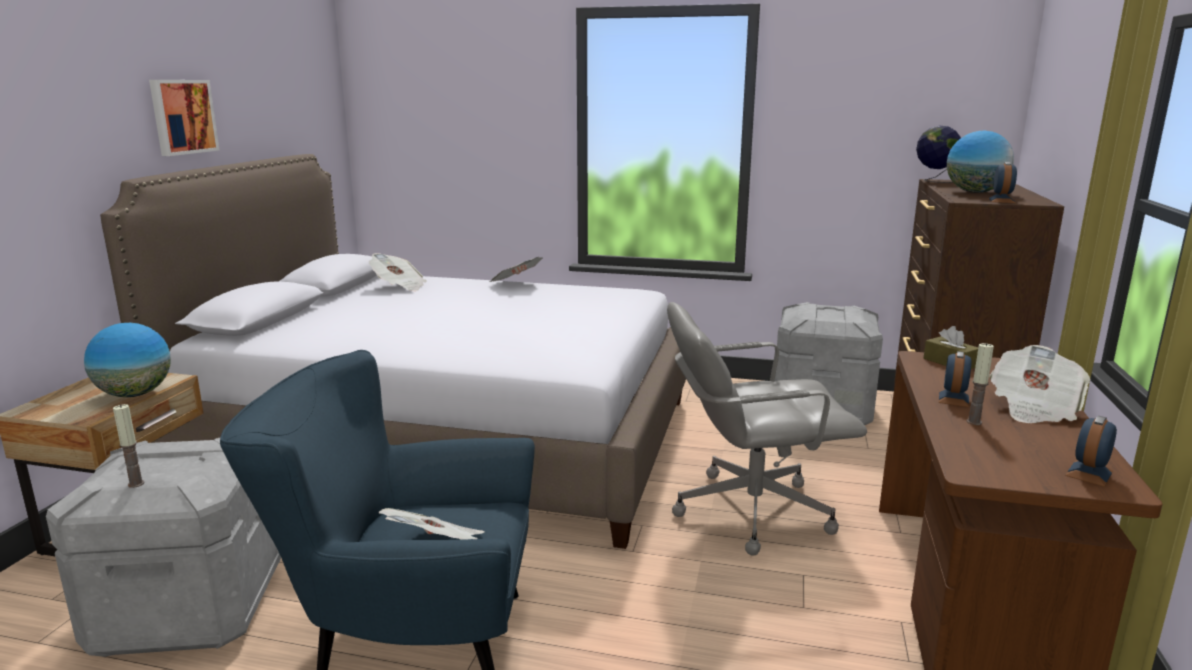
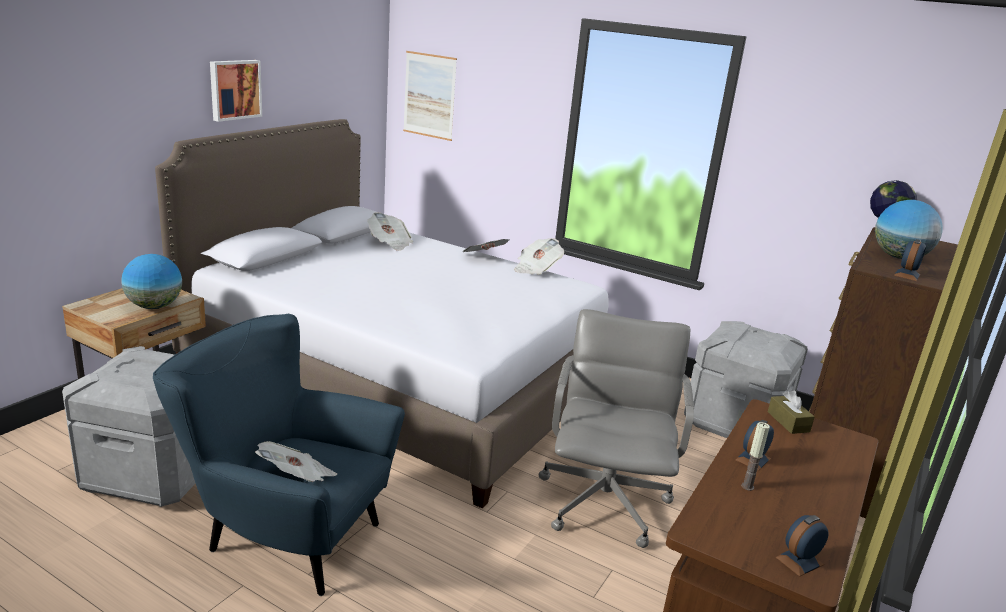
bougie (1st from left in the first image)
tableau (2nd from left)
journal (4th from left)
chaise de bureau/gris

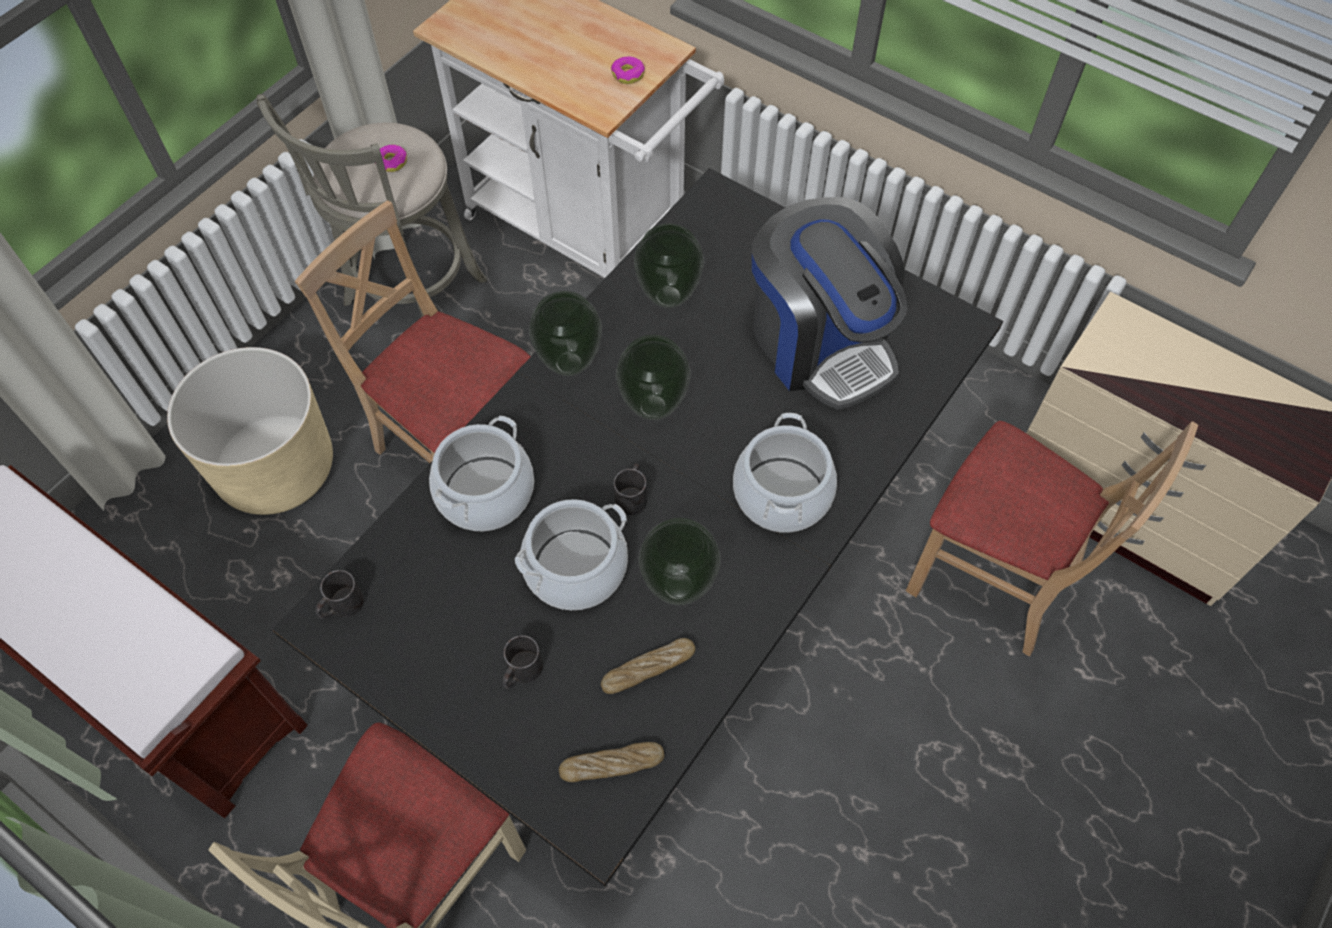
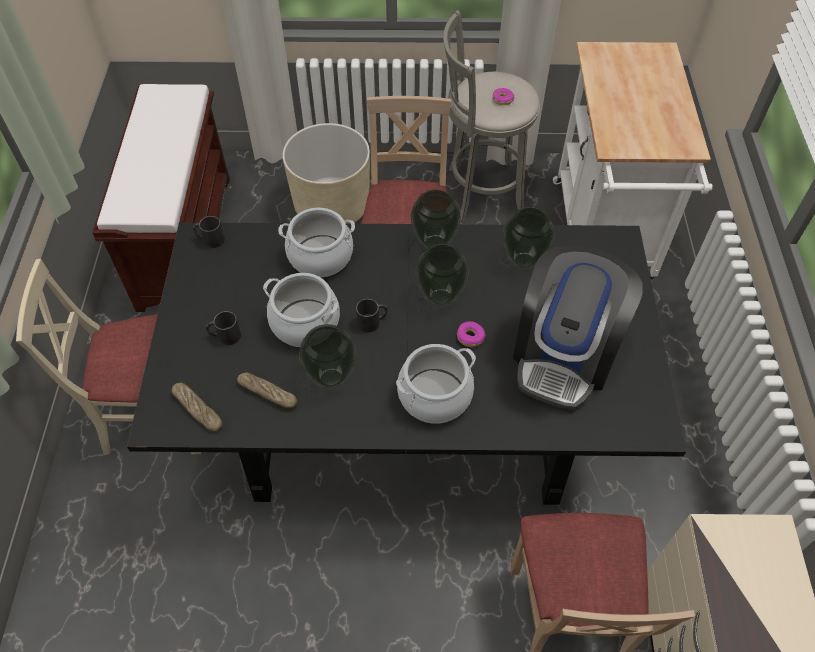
beignet (1st from left)

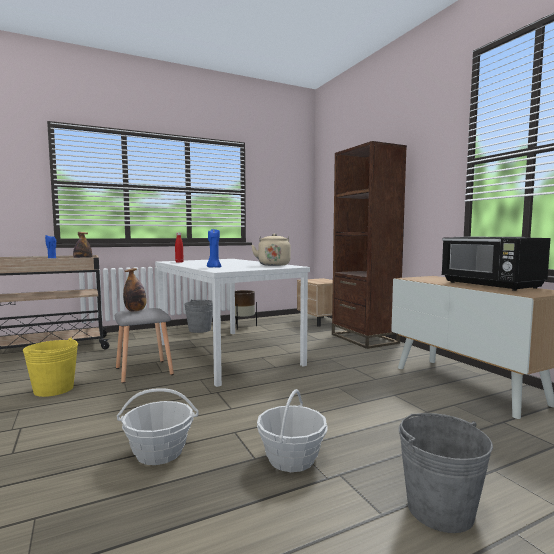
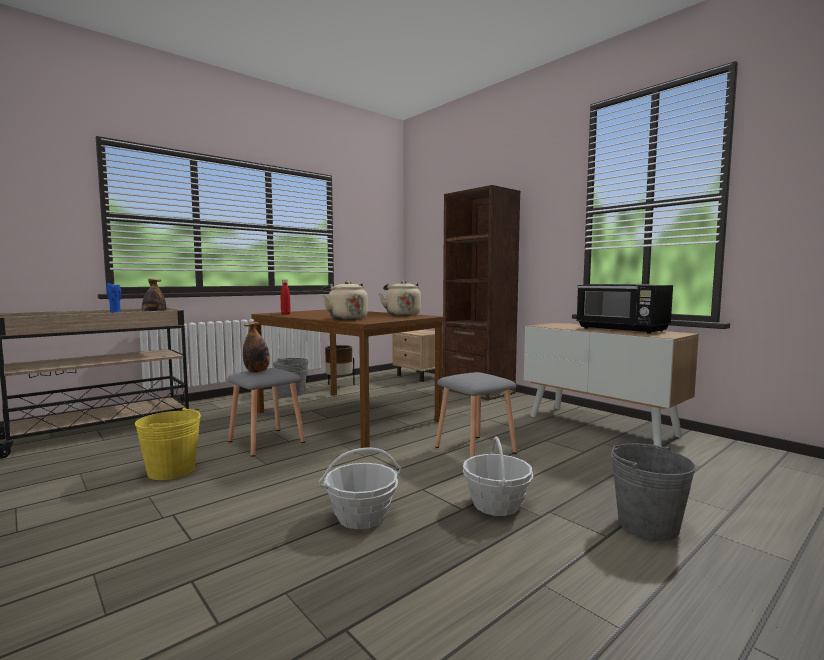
tabouret/gris (2nd from left)
bouilloire/beige (1st from left)
table à manger/marron

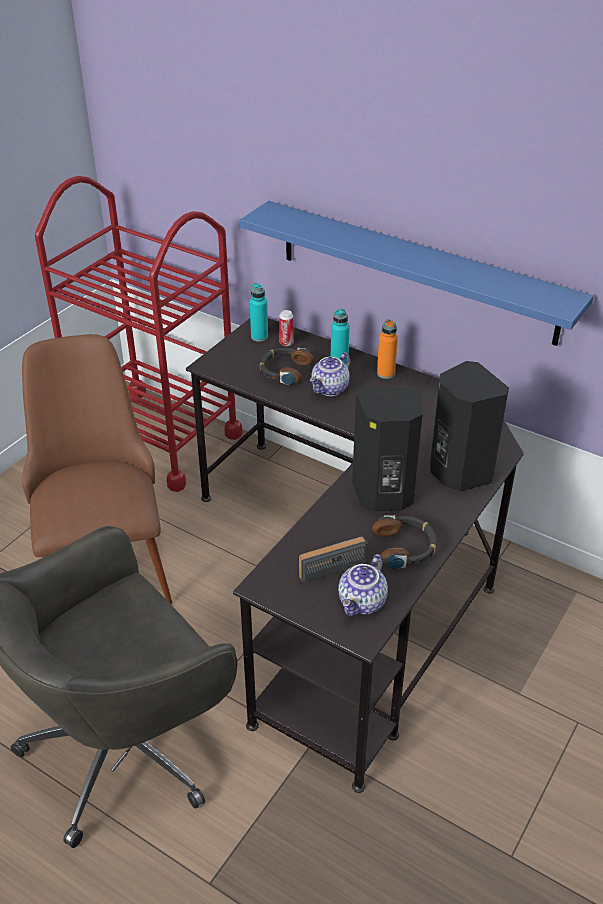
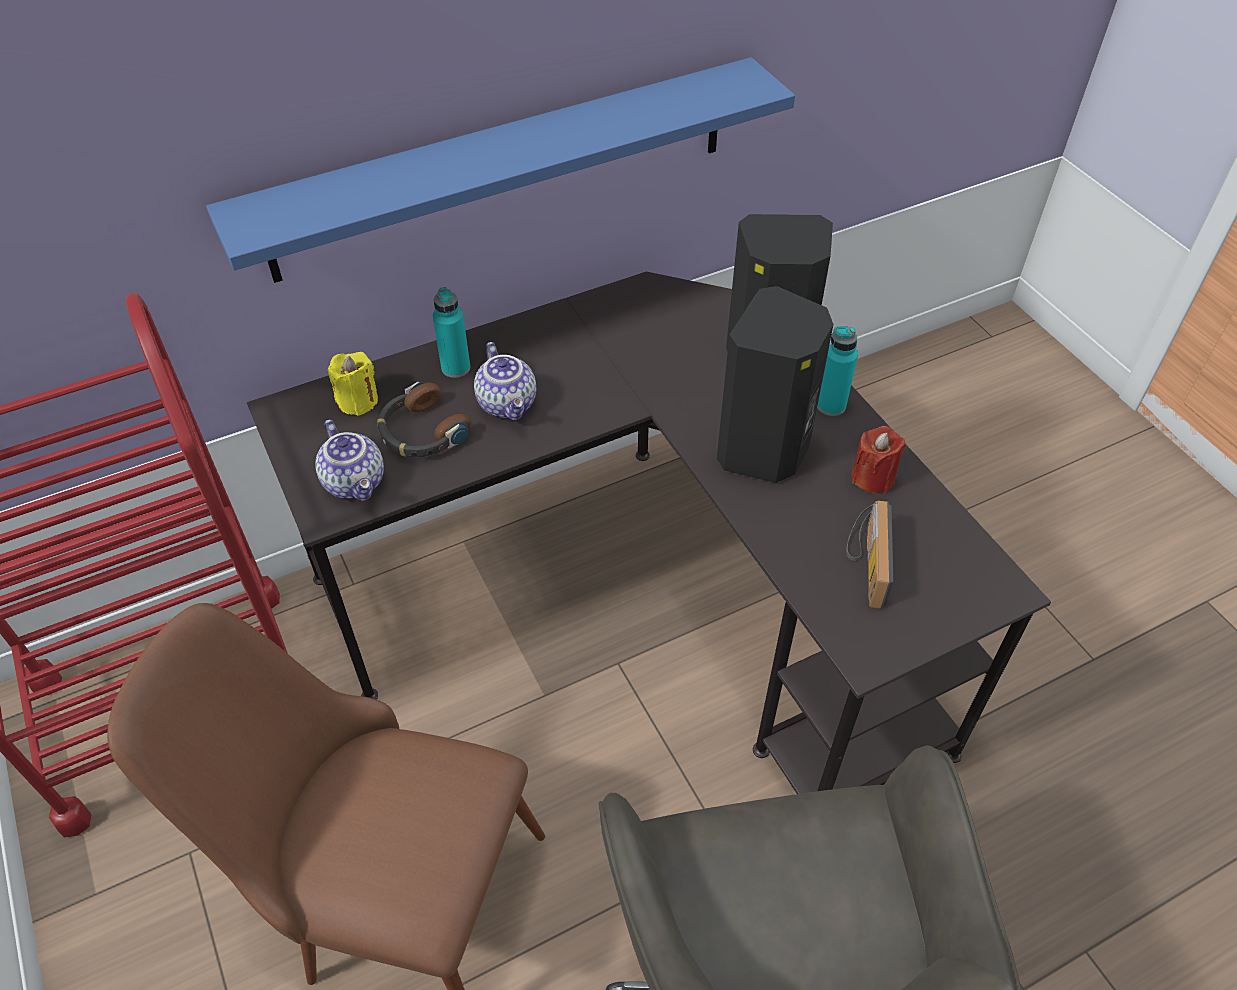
bouteille/orange
bouteille/turquoise (2nd from left)
théière (1st from left)
bougie/jaune
bougie/rouge

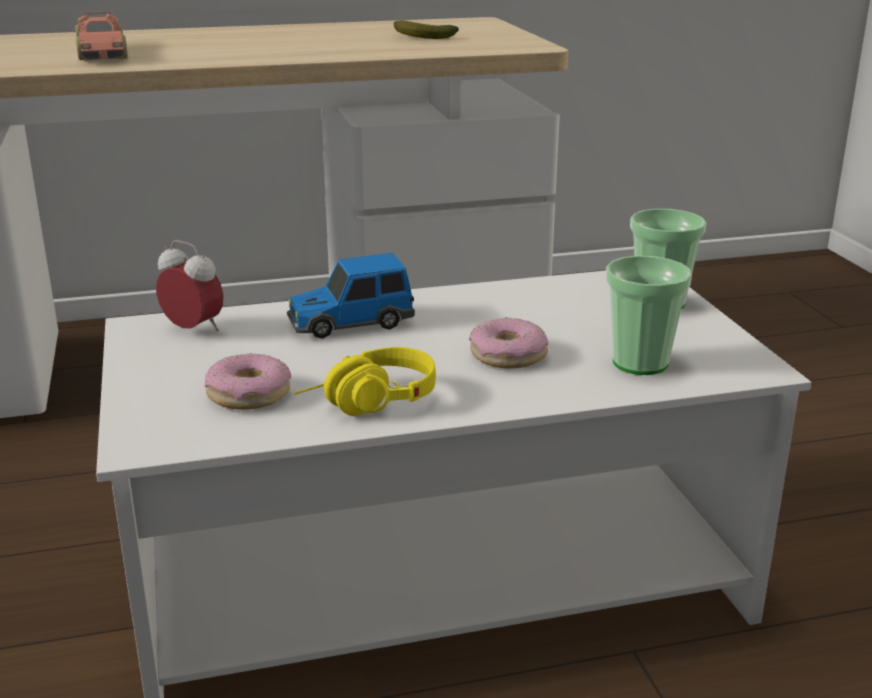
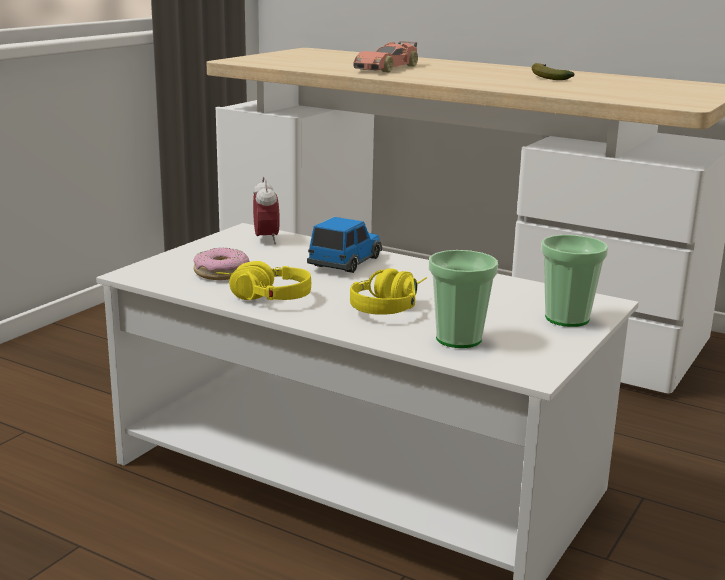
banane
casque audio/jaune (2nd from left)
petite voiture (1st from left)

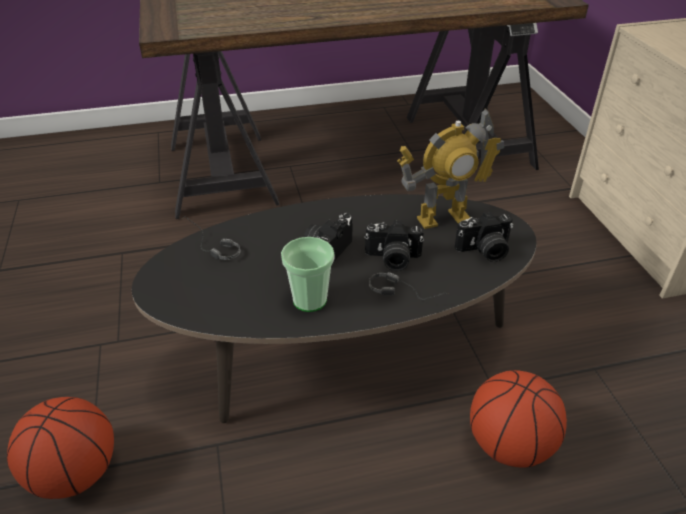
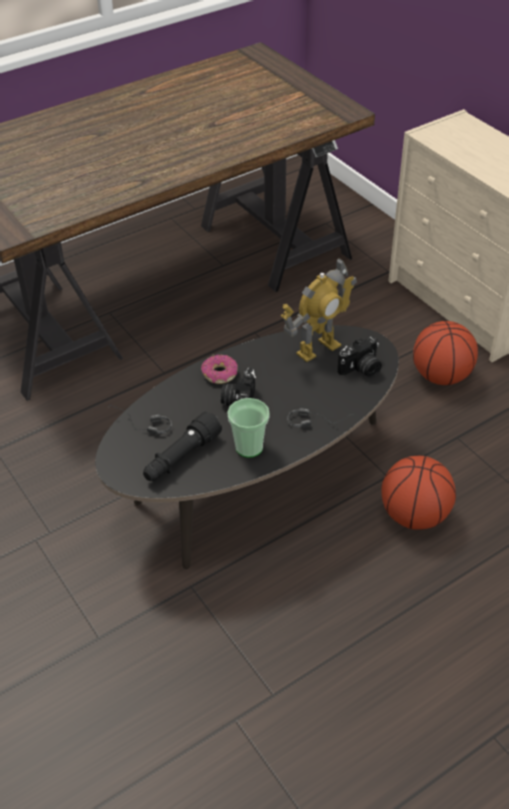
appareil photo (2nd from left in the first image)
lampe de poche/noir
beignet
ballon de basket (2nd from left)

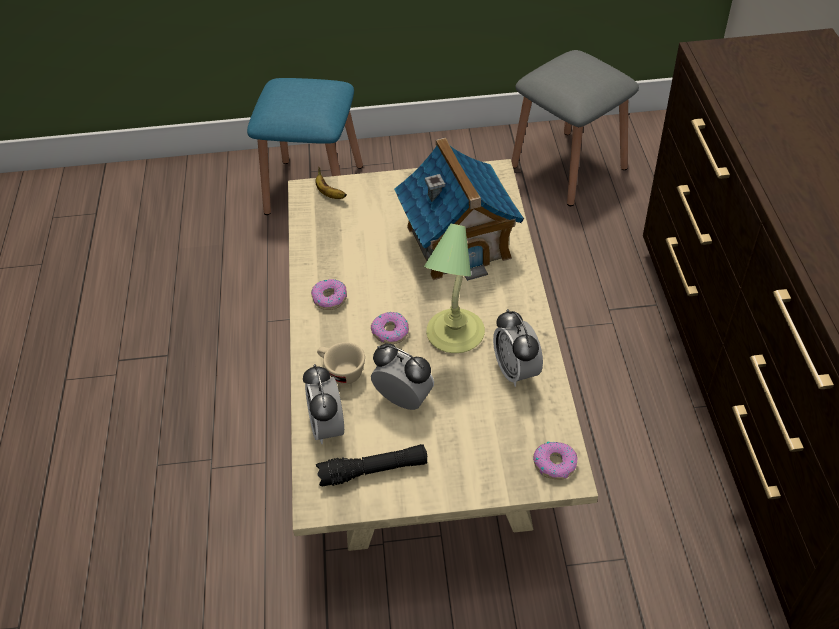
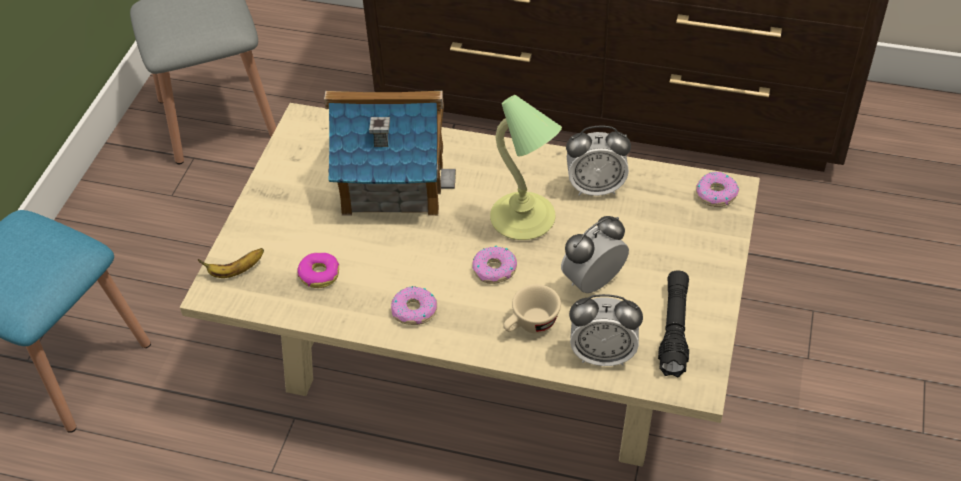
beignet (1st from left)

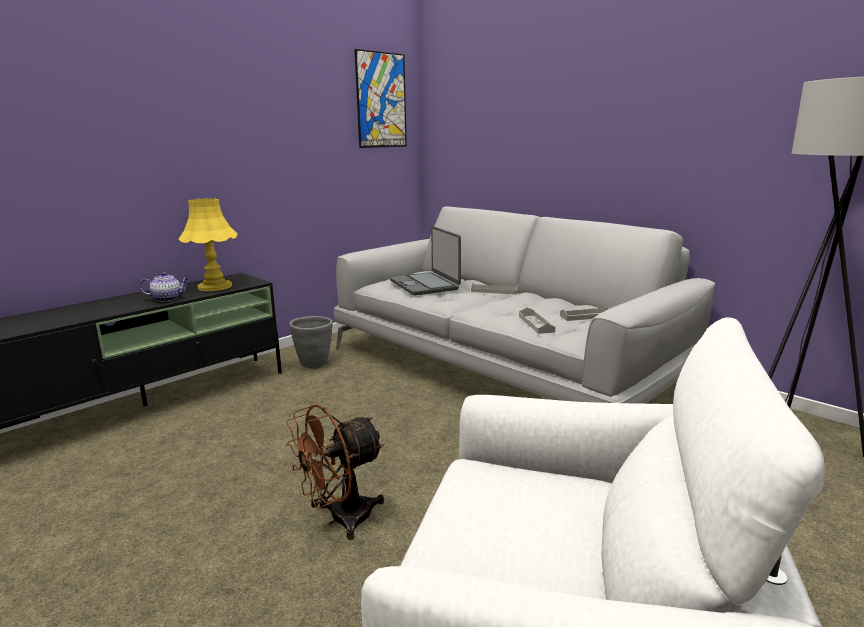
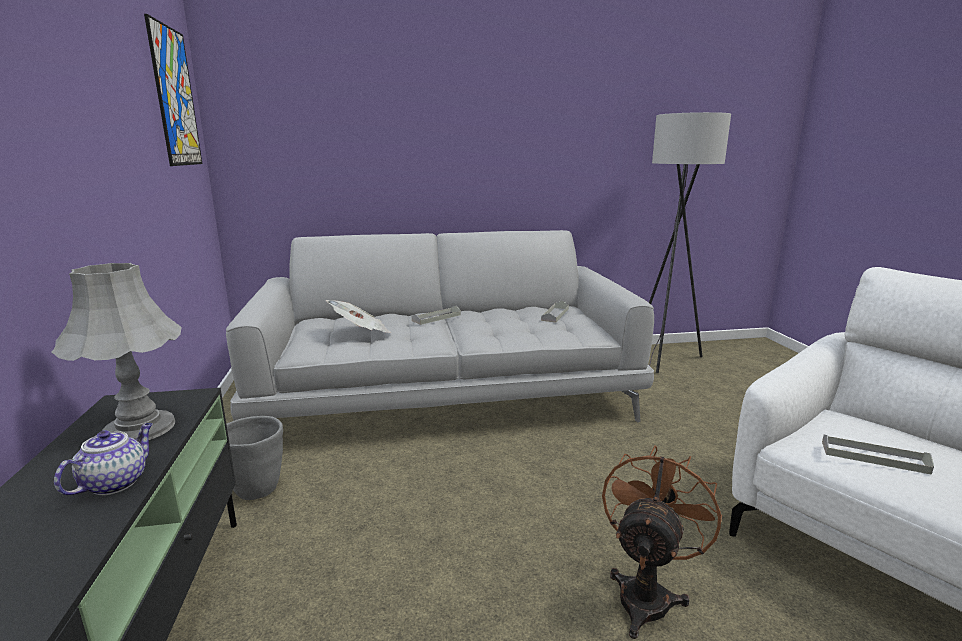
plateau/gris (3rd from left)
journal
lampe de table/gris
ventilateur/marron

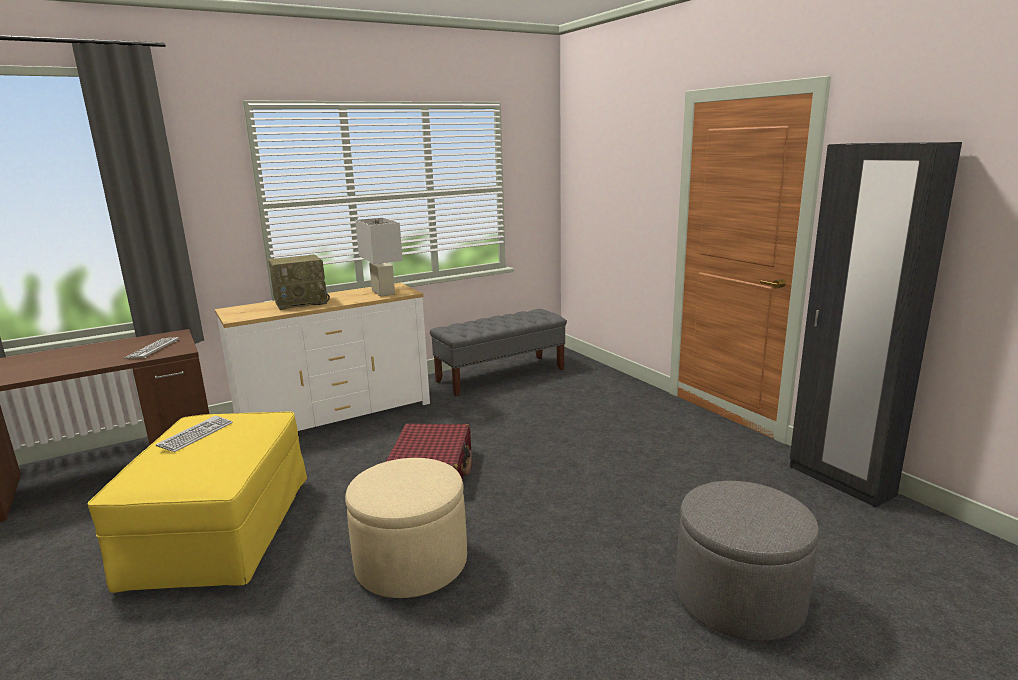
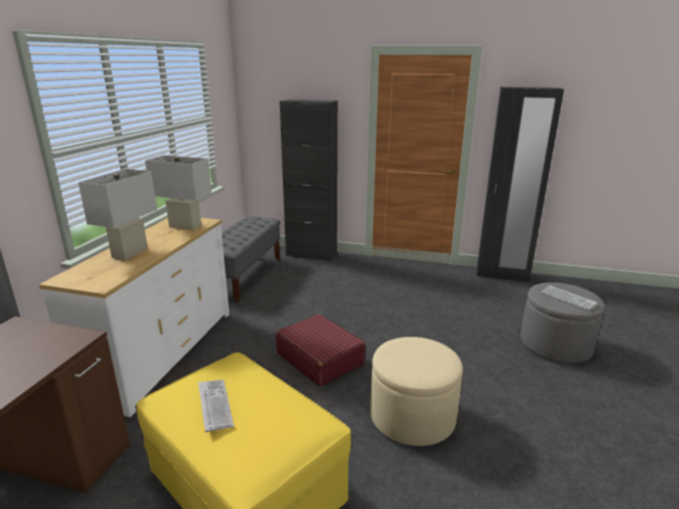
meuble de rangement/noir
clavier (2nd from left)
lampe de table/blanc (1st from left)

